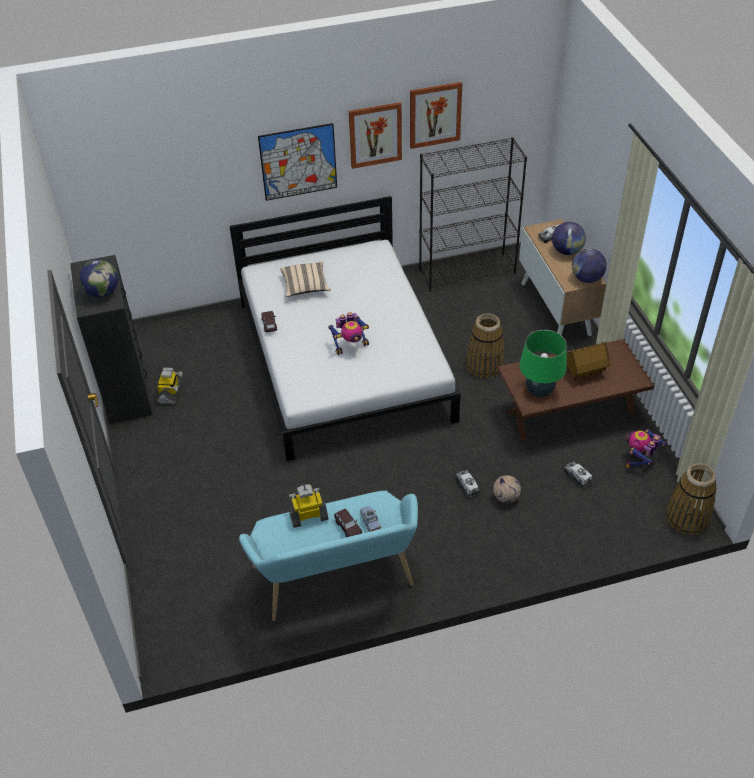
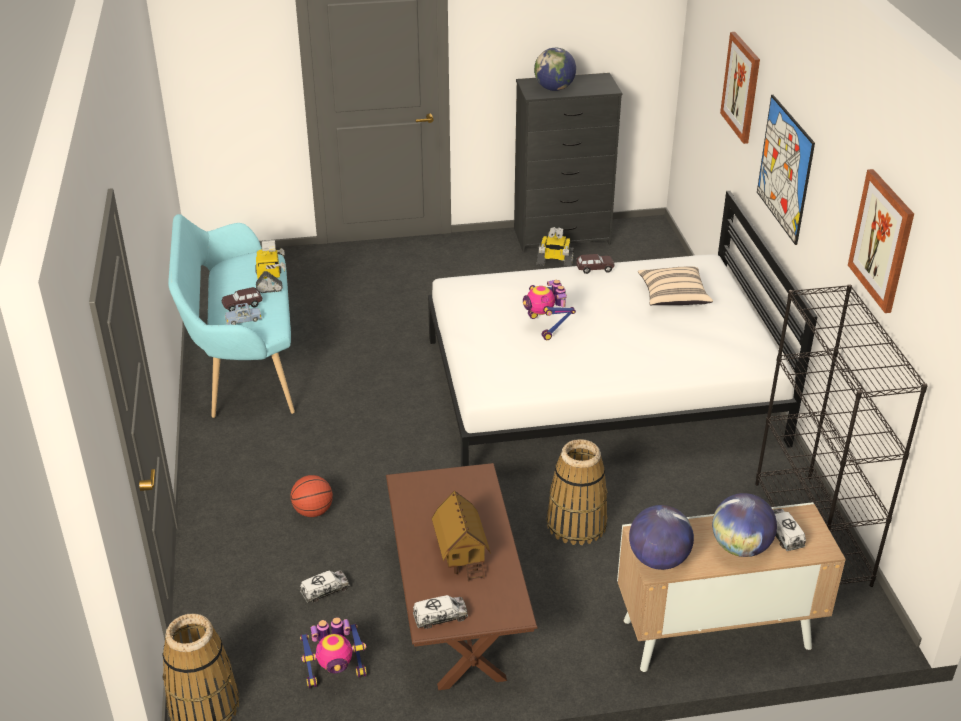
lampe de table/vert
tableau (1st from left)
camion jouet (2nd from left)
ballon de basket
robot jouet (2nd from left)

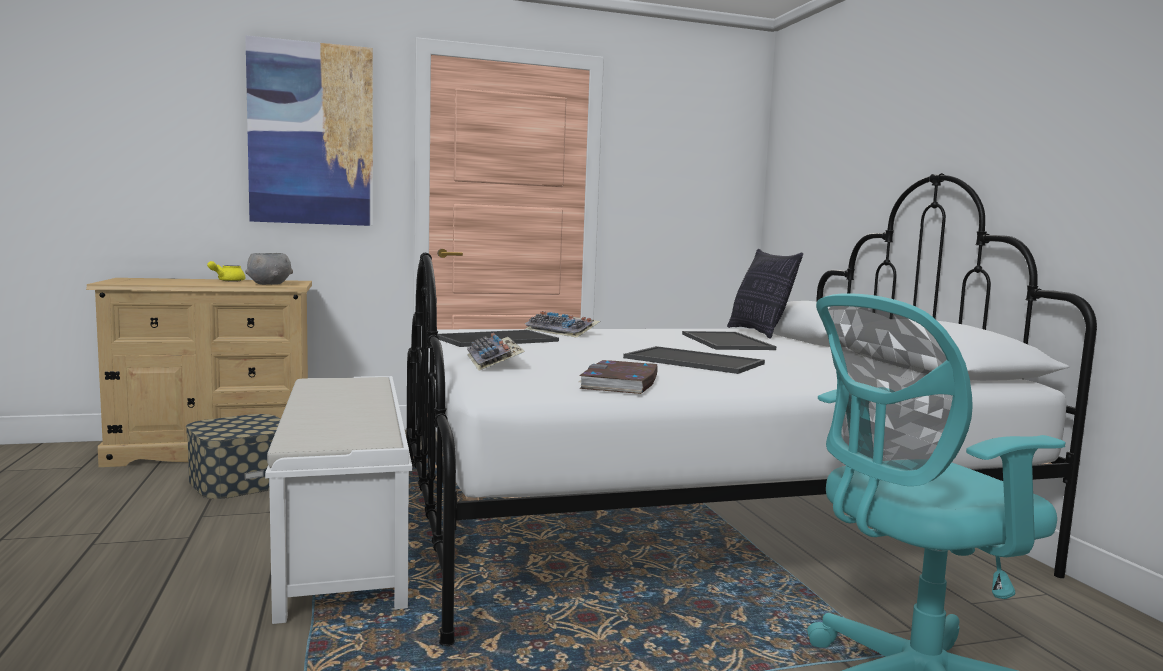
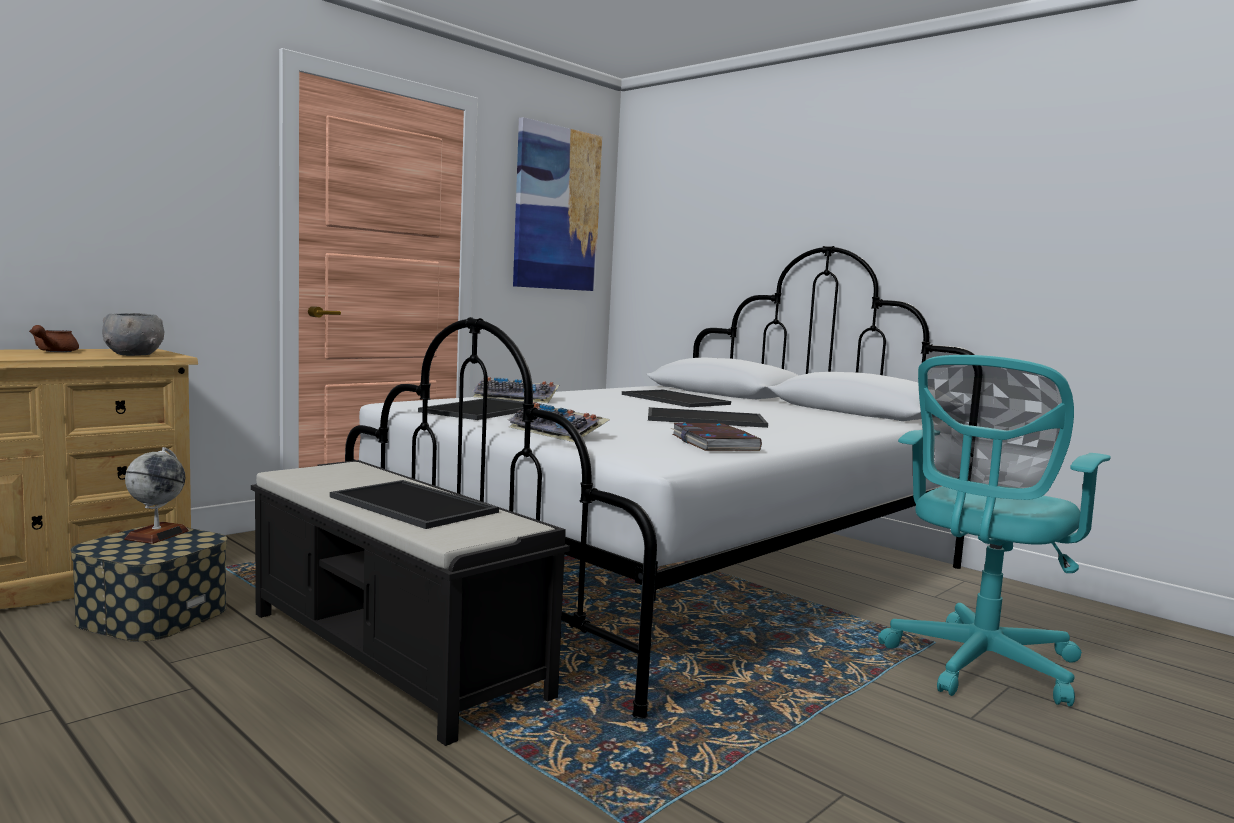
coussin
globe
plateau (1st from left)
tableau
théière/marron
banc/noir

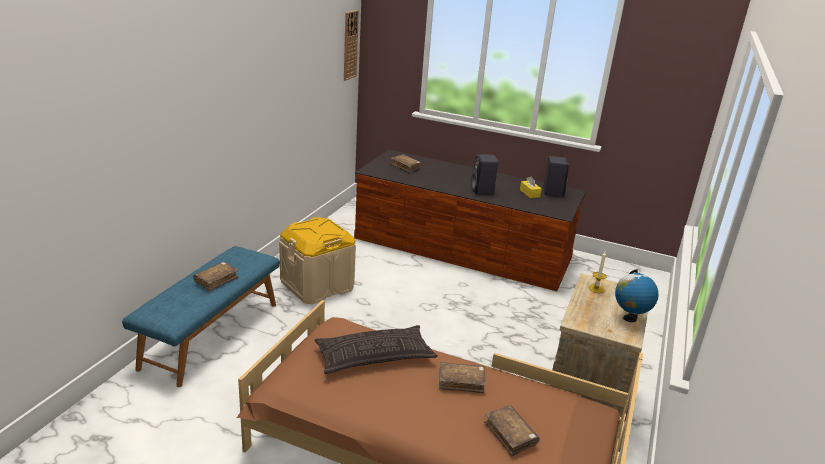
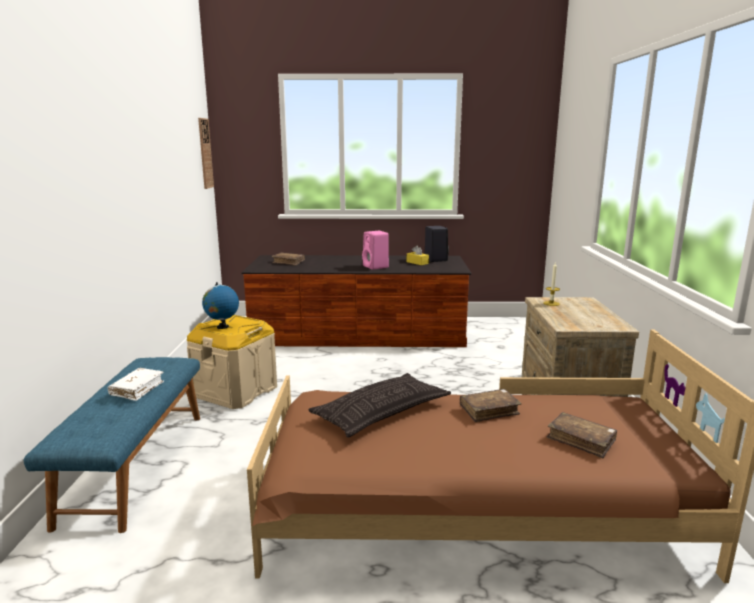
globe
livre/blanc
enceinte/rose

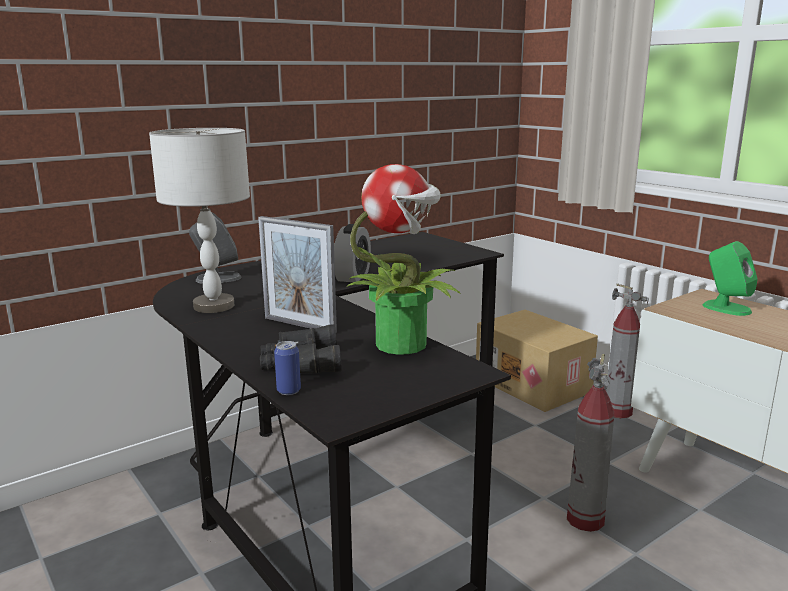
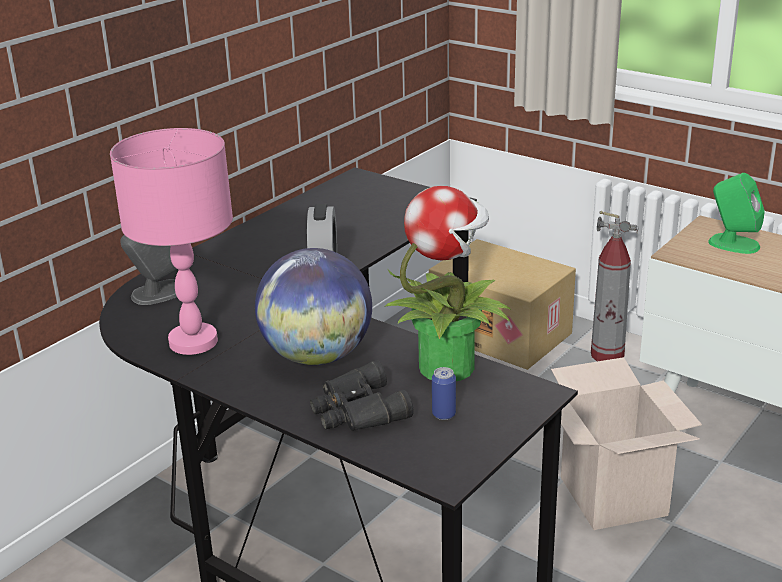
boîte métallique
globe
carton (2nd from left)
lampe de table/rose

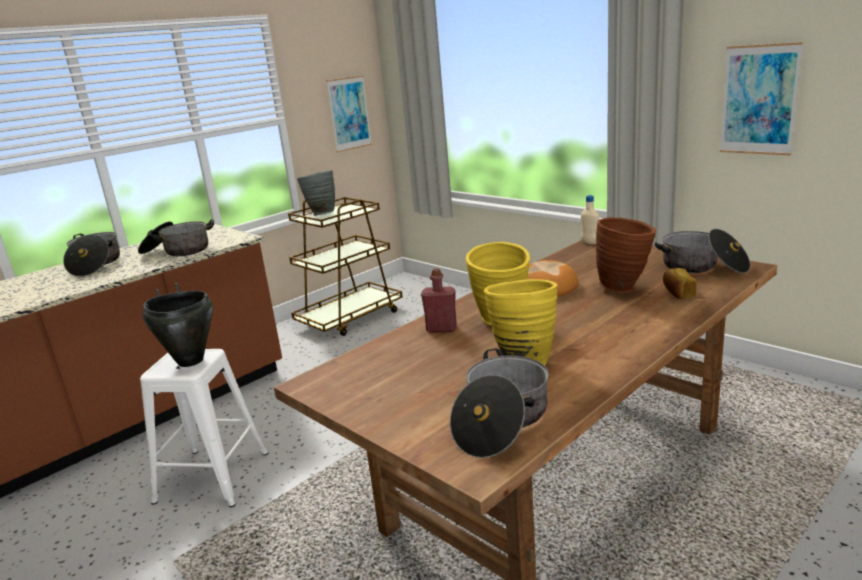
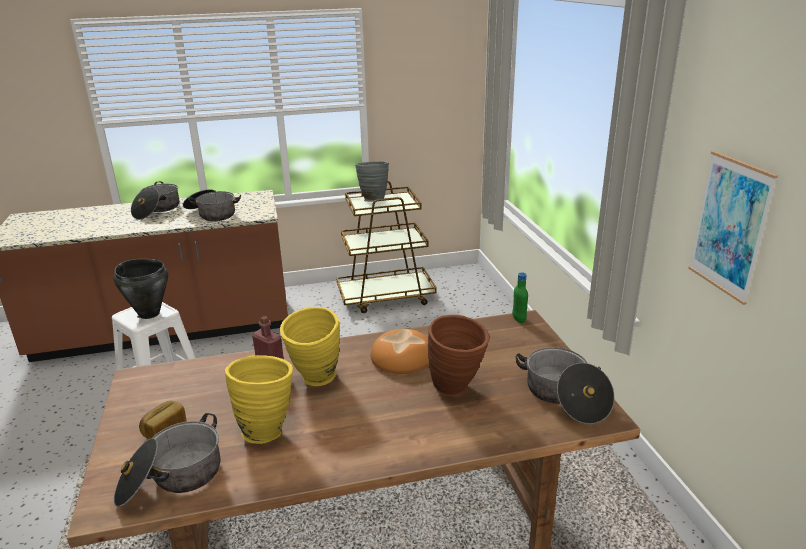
tableau (1st from left in the first image)
pain (1st from left)
bouteille/vert

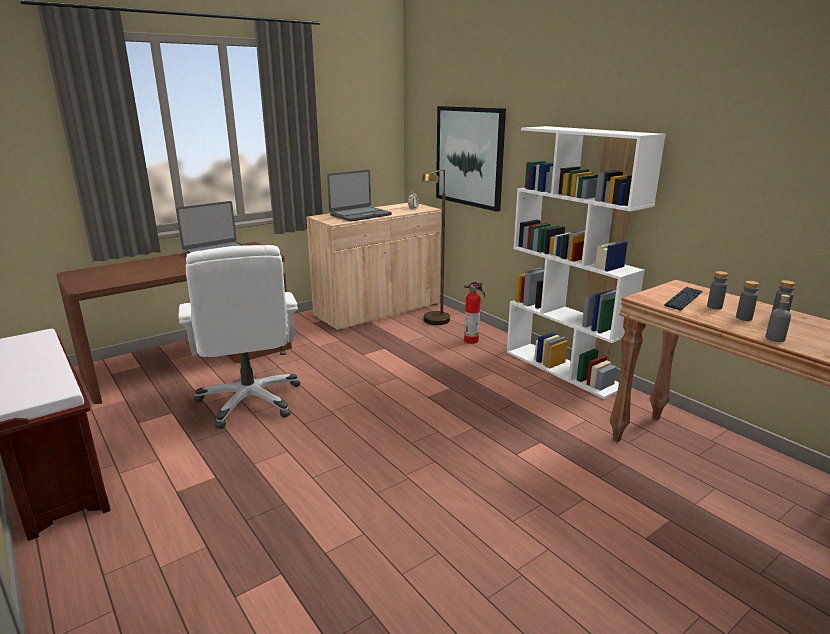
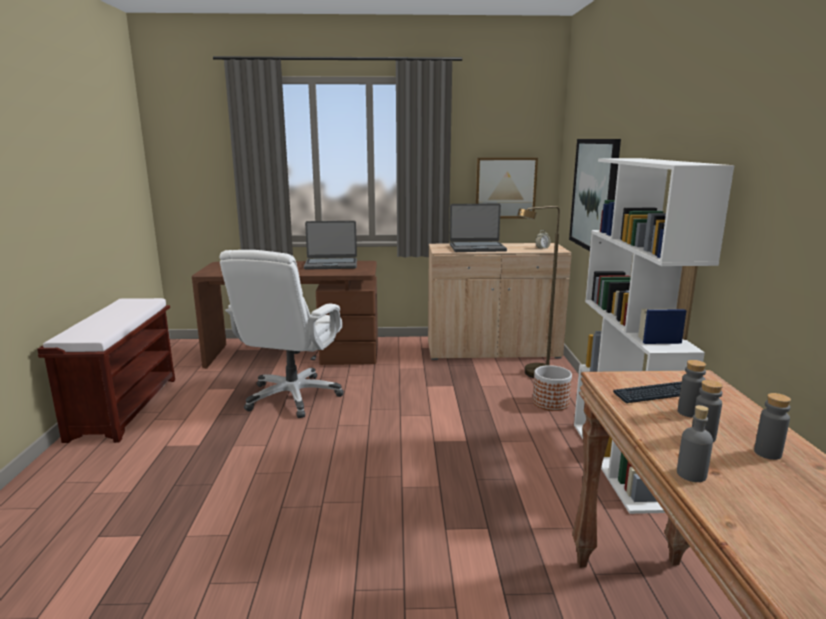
tableau (1st from left)
cache-pot

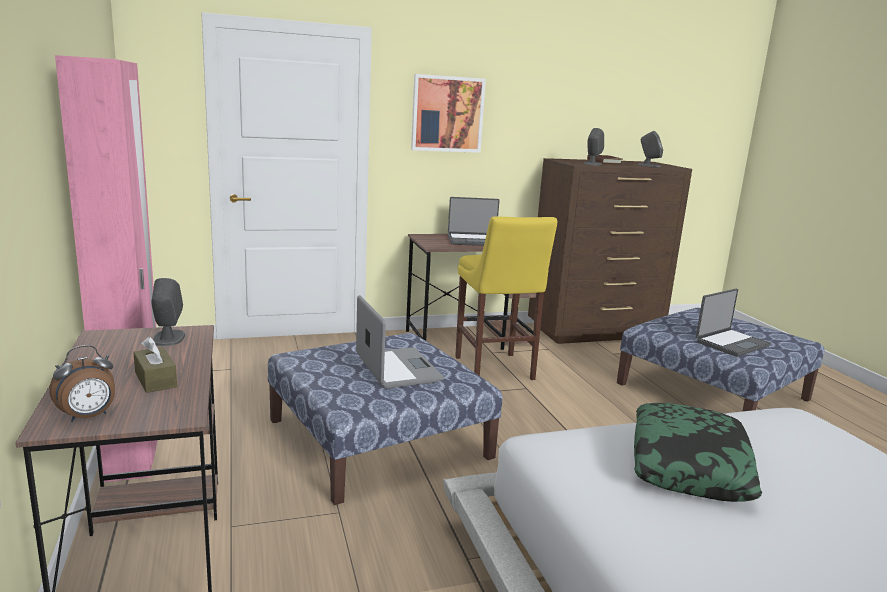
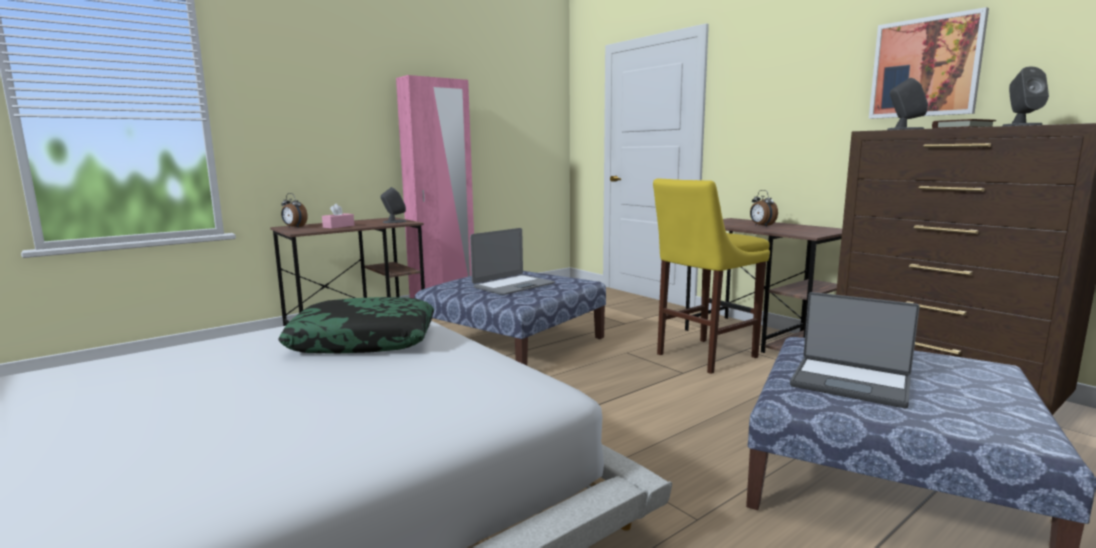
tableau
réveil (2nd from left)
boîte à mouchoirs/rose

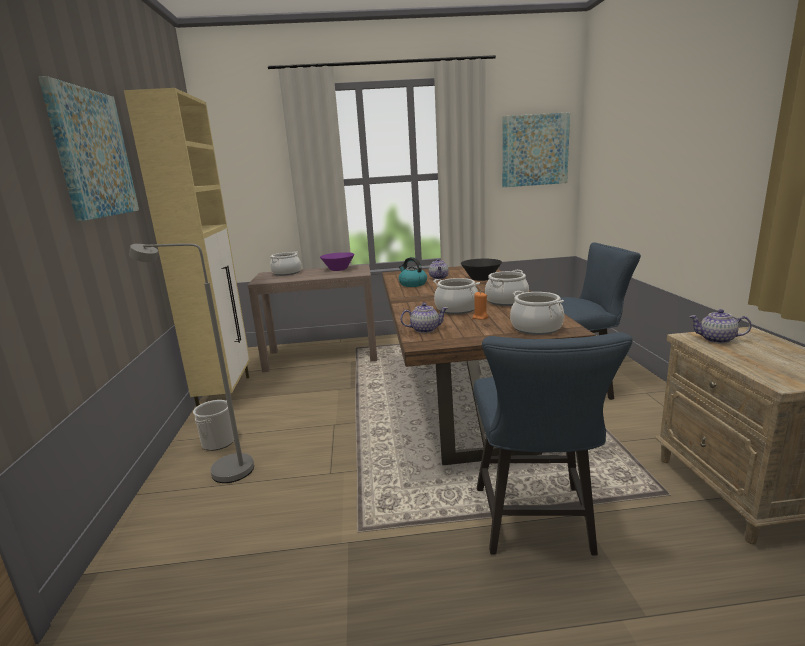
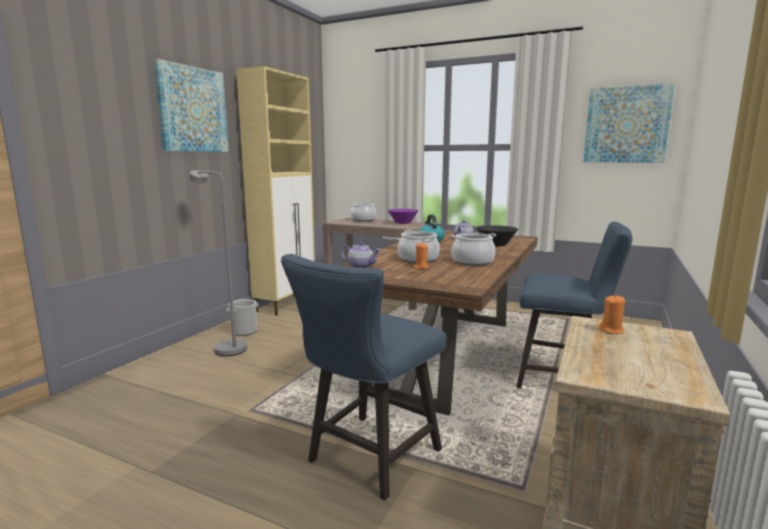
marmite (4th from left in the first image)
bougie/orange (2nd from left)

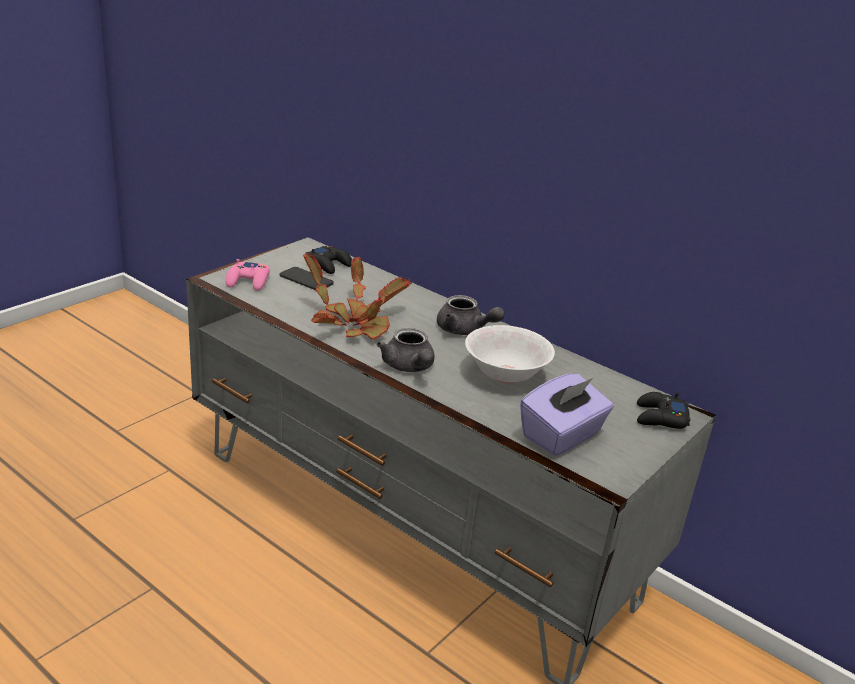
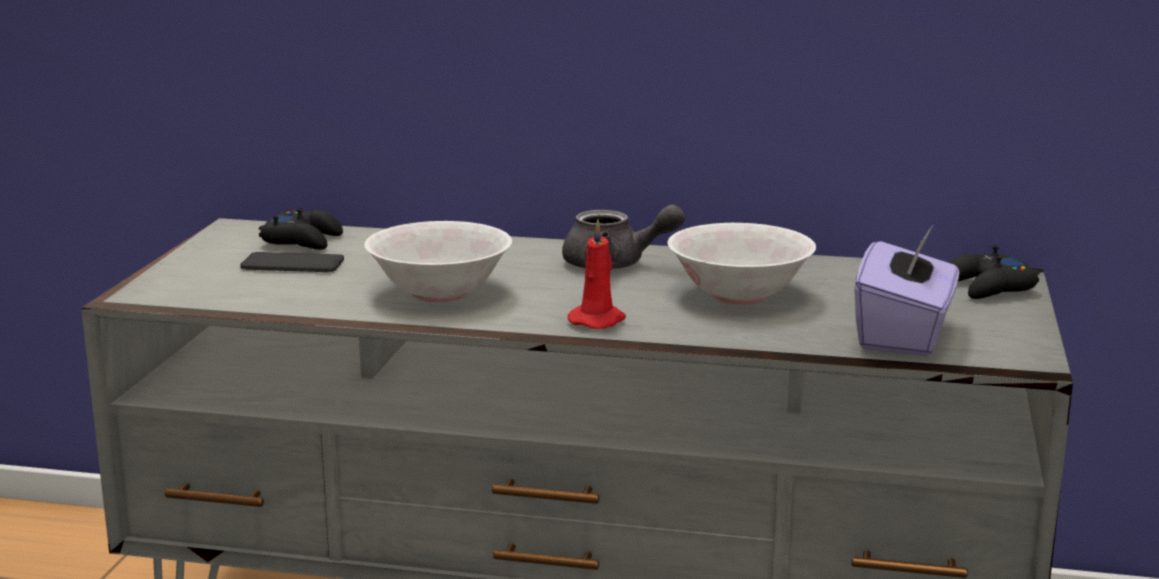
manette/rose
bol/blanc (1st from left)
bougie/rouge

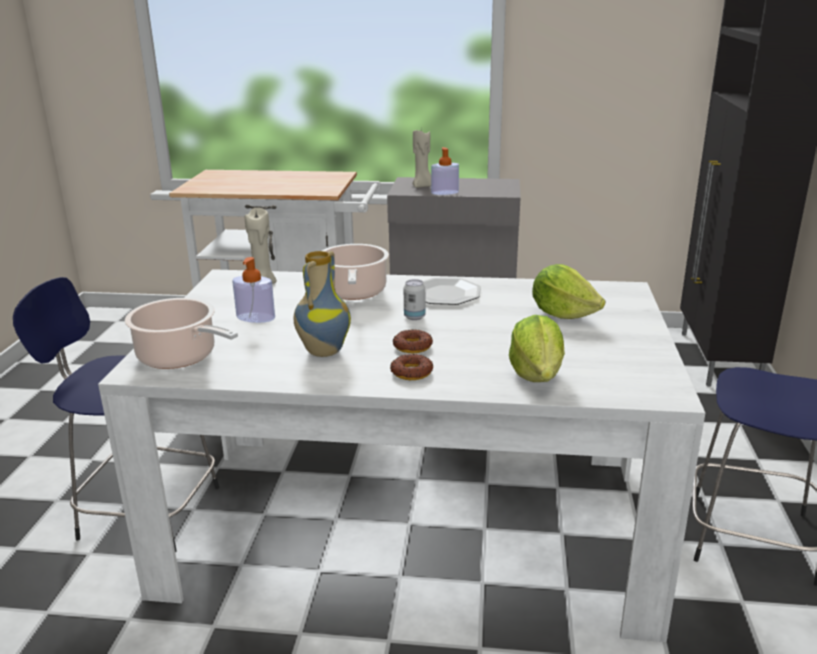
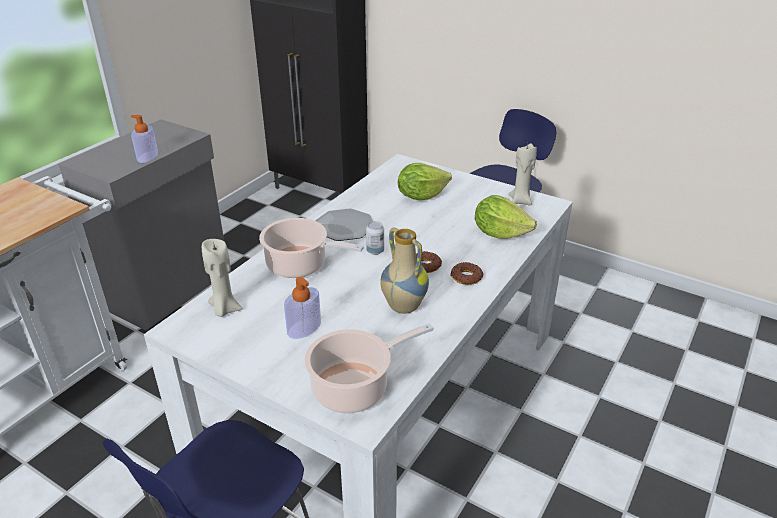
bougie/beige (2nd from left)

